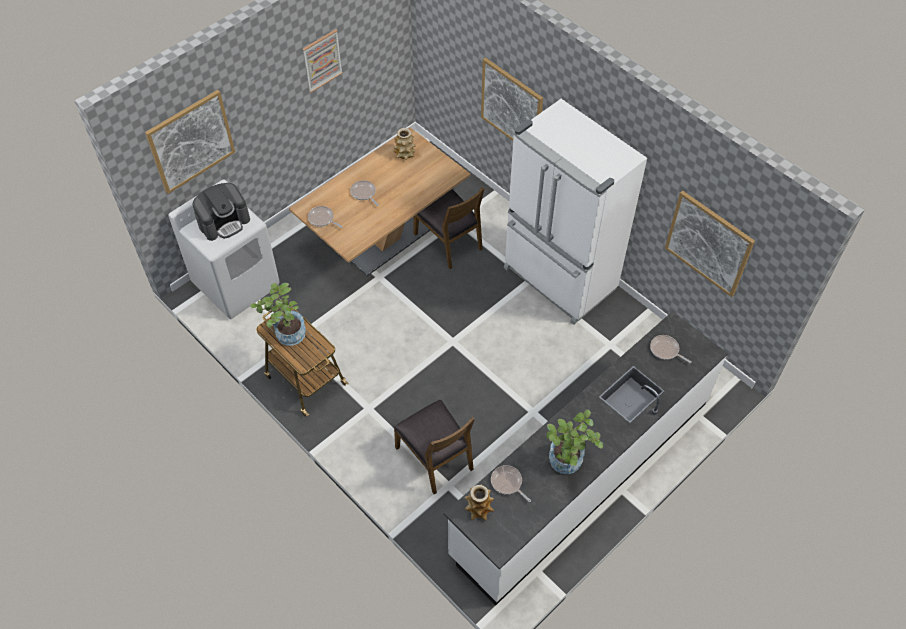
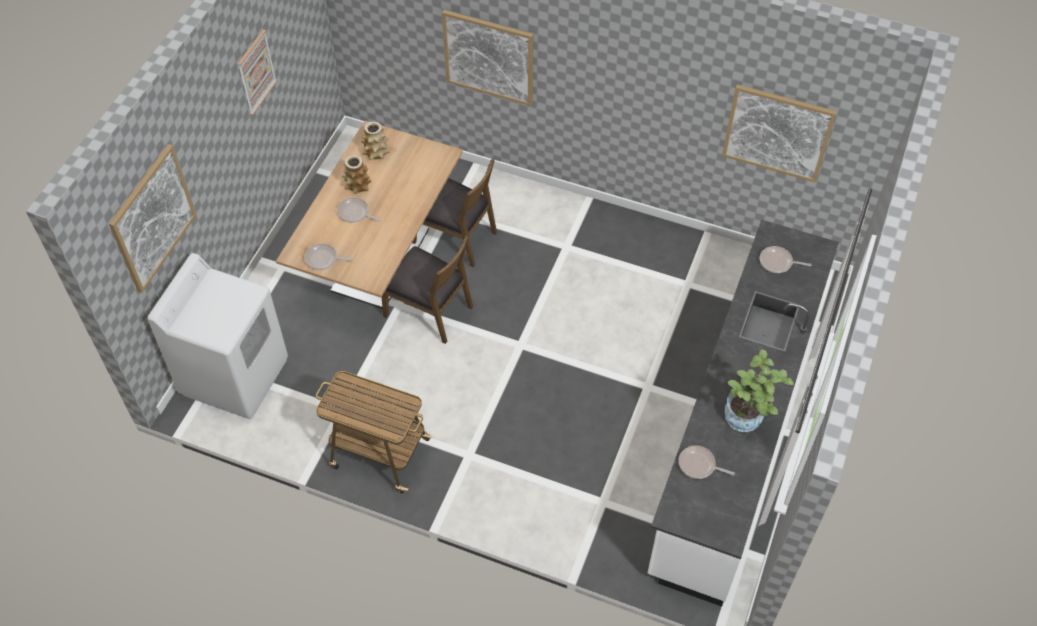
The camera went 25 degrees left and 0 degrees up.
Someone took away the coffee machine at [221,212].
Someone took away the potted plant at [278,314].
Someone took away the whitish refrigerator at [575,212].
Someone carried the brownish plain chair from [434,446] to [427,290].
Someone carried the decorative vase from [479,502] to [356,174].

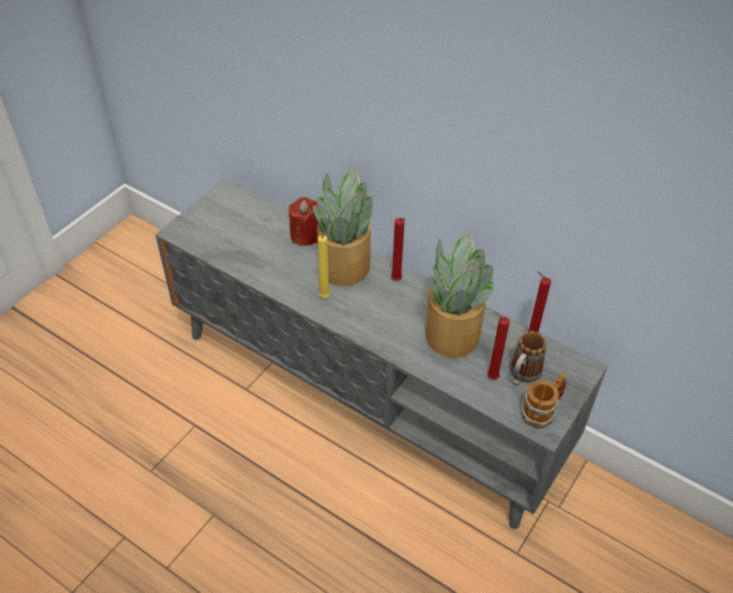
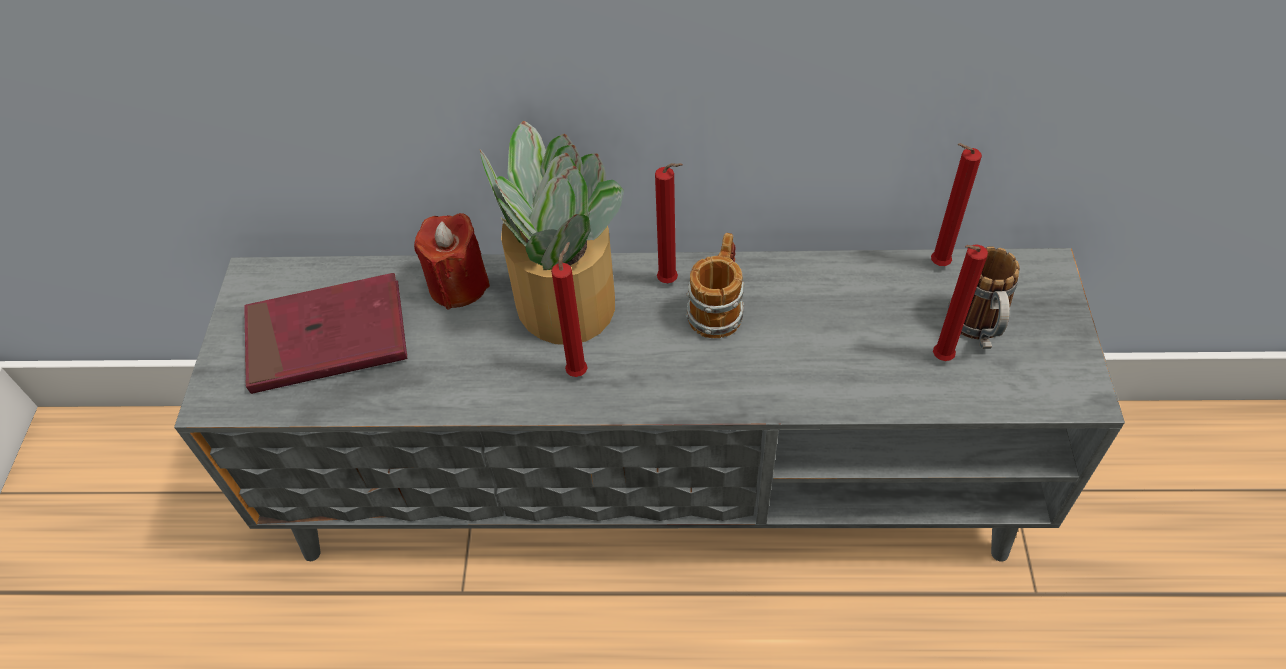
The camera went 30 degrees left and 5 degrees up.
Someone took away the potted plant at [459,296].
Someone put down the red-coloured volume at [325,333].
Someone carried the mug from [543,401] to [715,285].
Someone repainted the yellowish candle at [324,262], which became the red-coloured candle at [569,309].

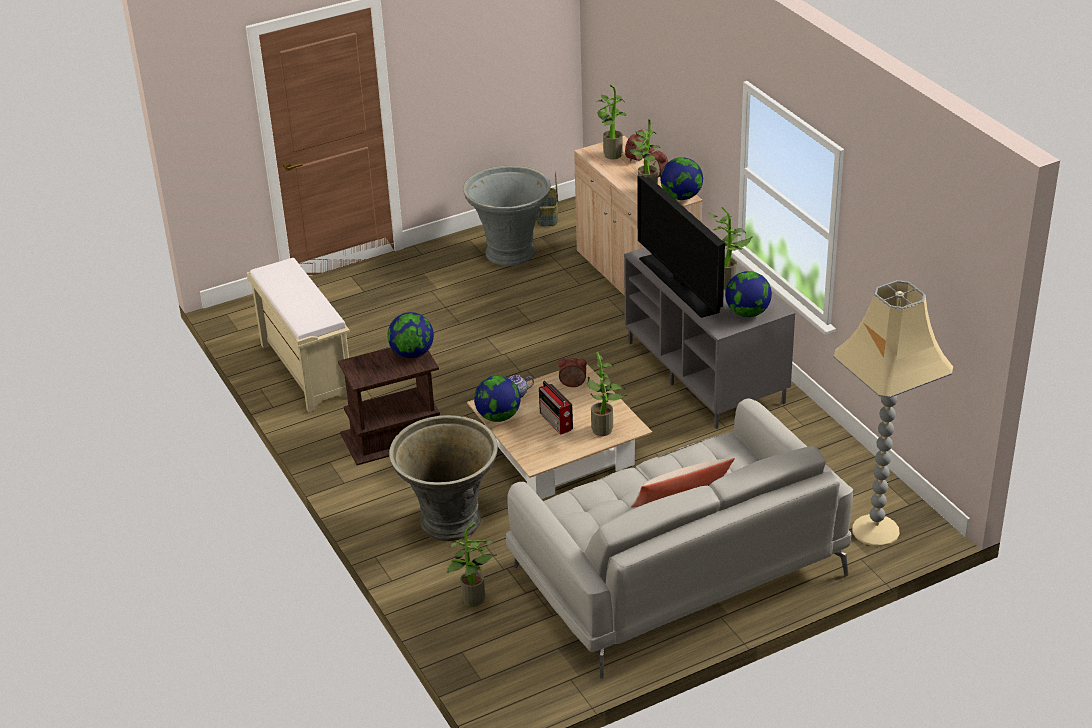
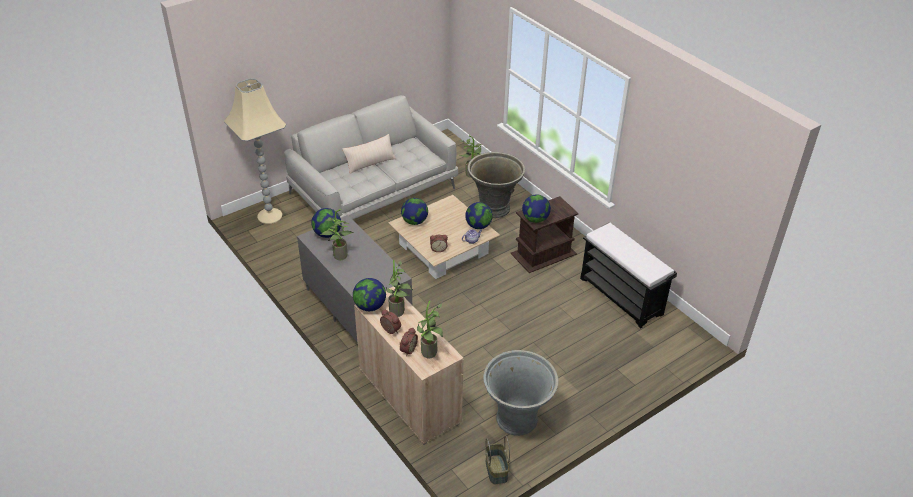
The camera went 170 degrees right and 5 degrees up.
Someone took away the radio at [556,408].
Someone took away the TV at [681,246].
Someone swapped the potted plant at [607,394] for the world globe at [414,211].
Someone repainted the beige-coloured bench at [298,335], which became the black-coloured bench at [628,275].

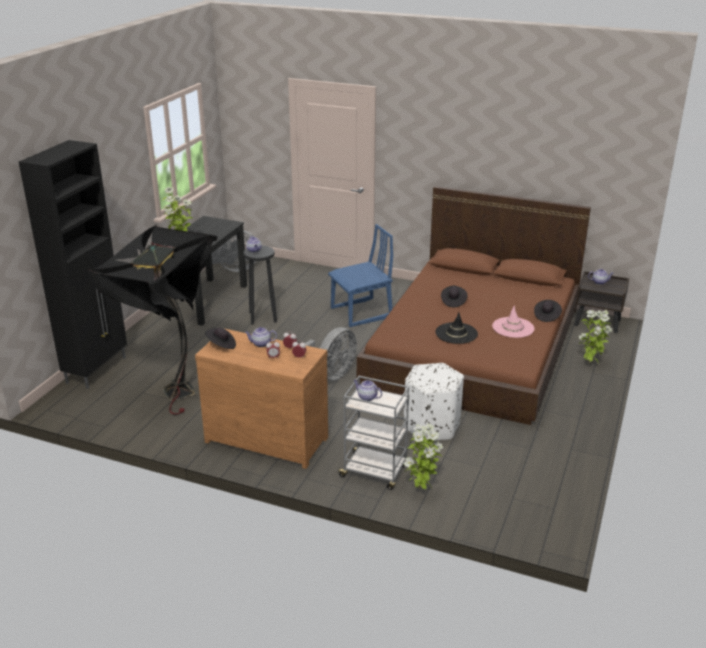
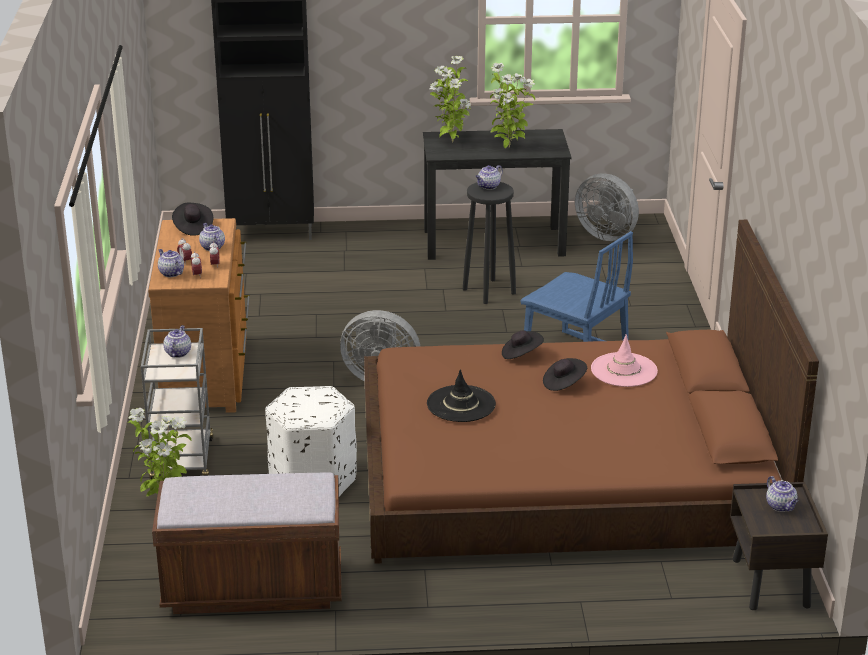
The camera went 65 degrees right and 0 degrees up.
Someone took away the black-coloured standing lamp at [153,319].
Someone put down the brownish bench at [246,543].
Someone put down the pot for tea at [171,263].
Someone carried the pink hat from [513,321] to [624,360].
Someone carried the black-coloured hat from [548,311] to [523,344].
Someone carried the potted plant from [595,336] to [512,105].

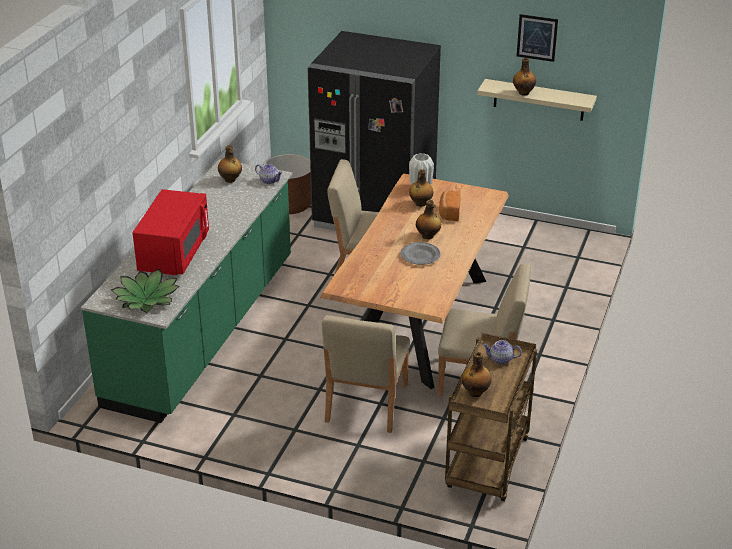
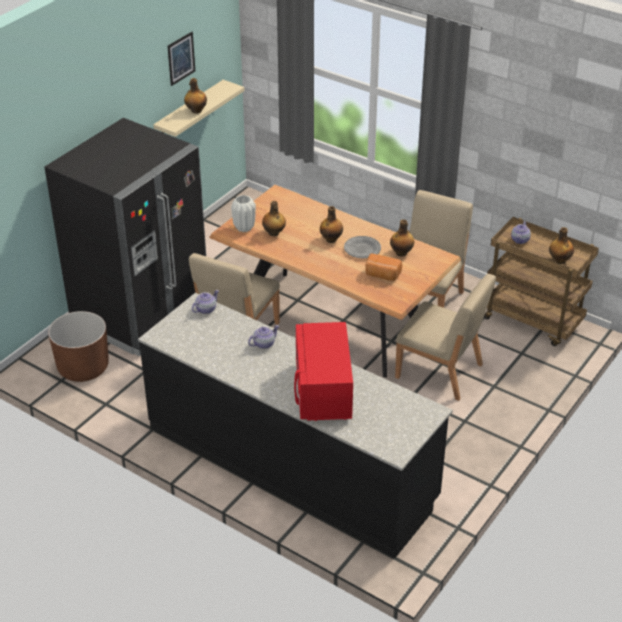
The camera went 75 degrees left and 5 degrees up.
Someone took away the potted plant at [145,291].
Someone put down the pot for tea at [263,337].
Someone carried the bottle from [230,164] to [402,238].
Someone carried the baked bread from [450,205] to [383,267].
Someone repainted the green-coloured counter at [186,291], which became the black-coloured counter at [295,425].
Someone rotated the red-coloured microwave at [171,232] by 120 degrees counterclockwise.

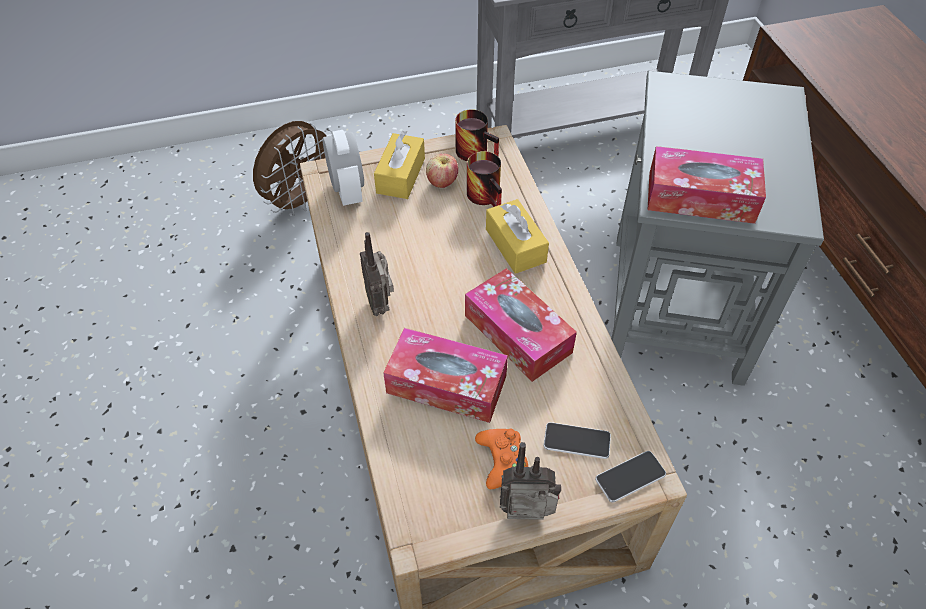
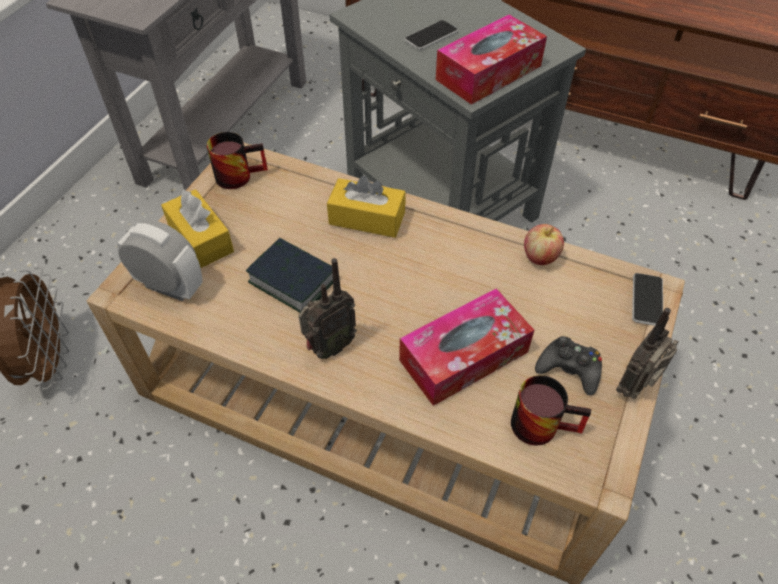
The camera went 50 degrees left and 0 degrees up.
Someone took away the tissue holder at [521,325].
Someone put down the volume at [289,275].
Someone carried the whole apple from [442,171] to [544,244].
Someone carried the mug from [484,179] to [551,410].
Someone carried the phone from [577,440] to [431,35].
Someone repainted the orangey joypad at [501,459], which became the black-coloured joypad at [568,365].
Someone rotated the radio at [377,274] by 60 degrees counterclockwise.

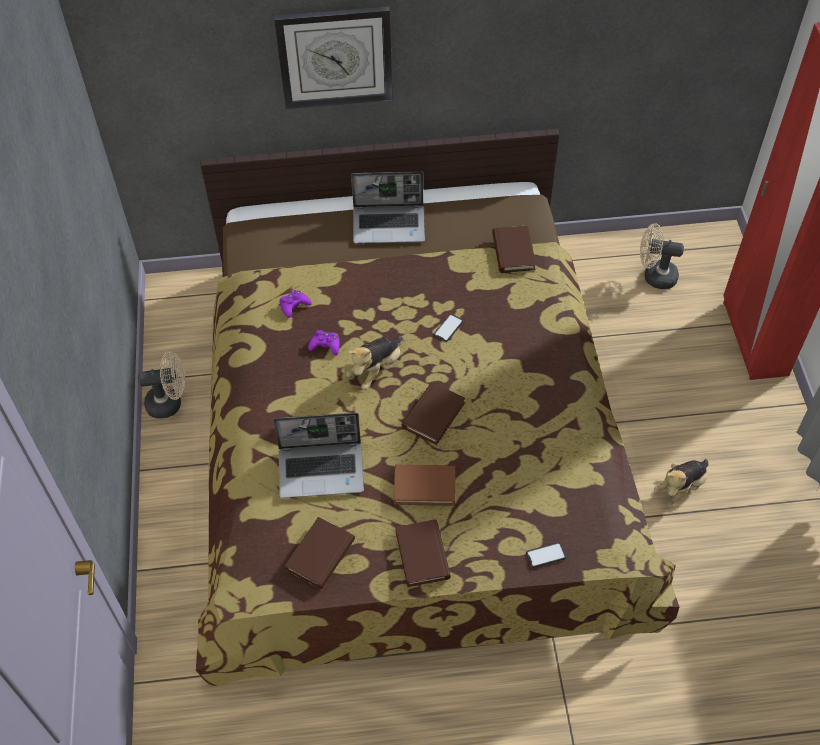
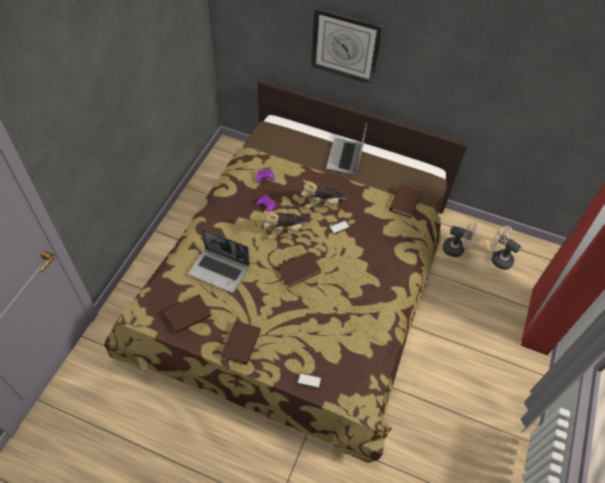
The camera went 25 degrees right and 0 degrees up.
Someone took away the brownish volume at [424,485].
Someone carried the beige-coloured electric fan from [161,385] to [461,239].
Someone carried the cuddly toy from [681,483] to [325,194].
Someone rotated the notebook computer at [388,207] by 75 degrees clockwise.

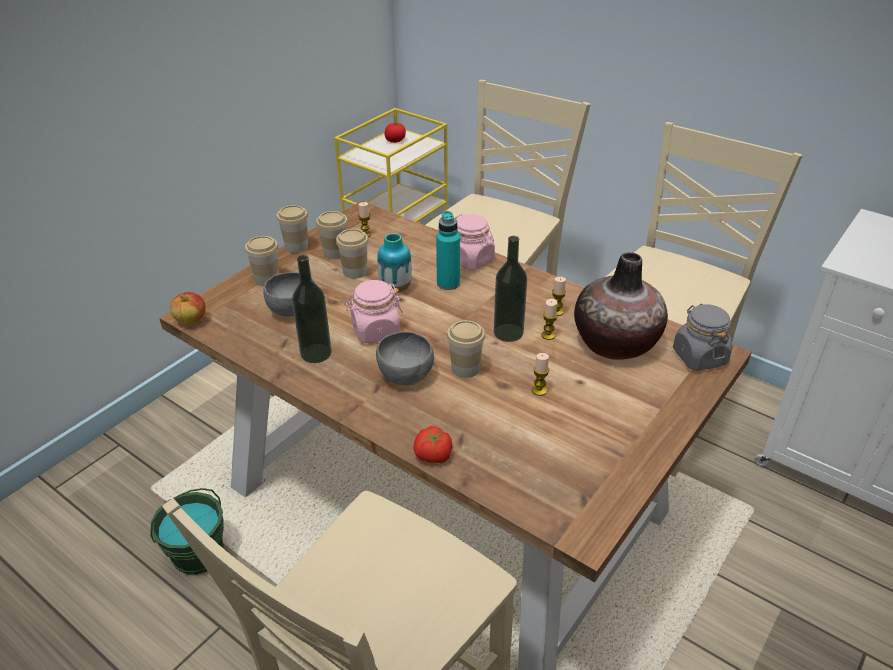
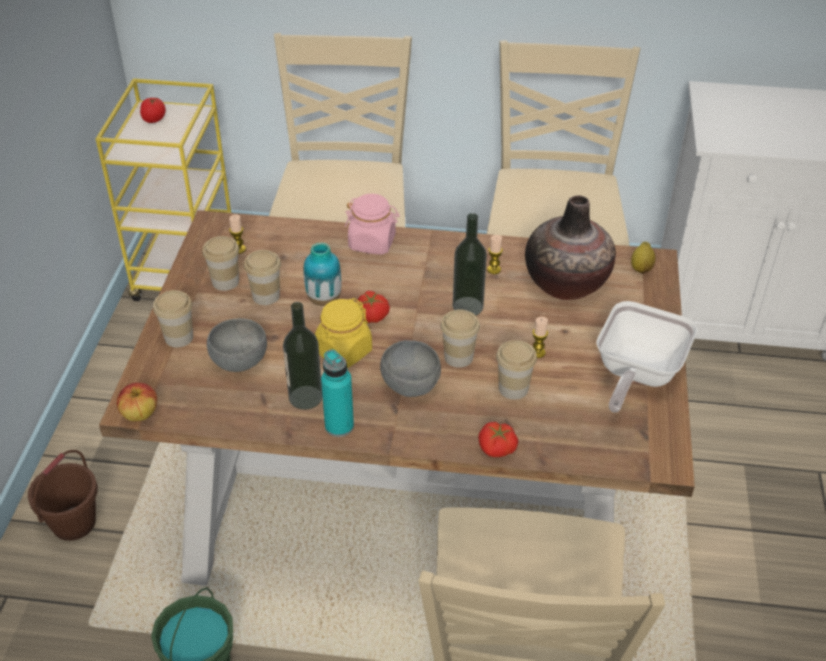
The camera went 30 degrees left and 5 degrees up.
Someone took away the candle at [549,319].
Someone put down the brownish pail at [63,495].
Someone put down the fresh tomato at [374,307].
Someone put down the frying pan at [646,357].
Someone carried the drinking cup from [292,229] to [516,370].
Someone carried the turquoise-coloured bottle from [448,250] to [337,393].
Someone swapped the grey preserve jar at [702,337] for the citrus fruit at [643,258].
Someone repainted the pink preserve jar at [373,311], which became the yellowish preserve jar at [343,333].

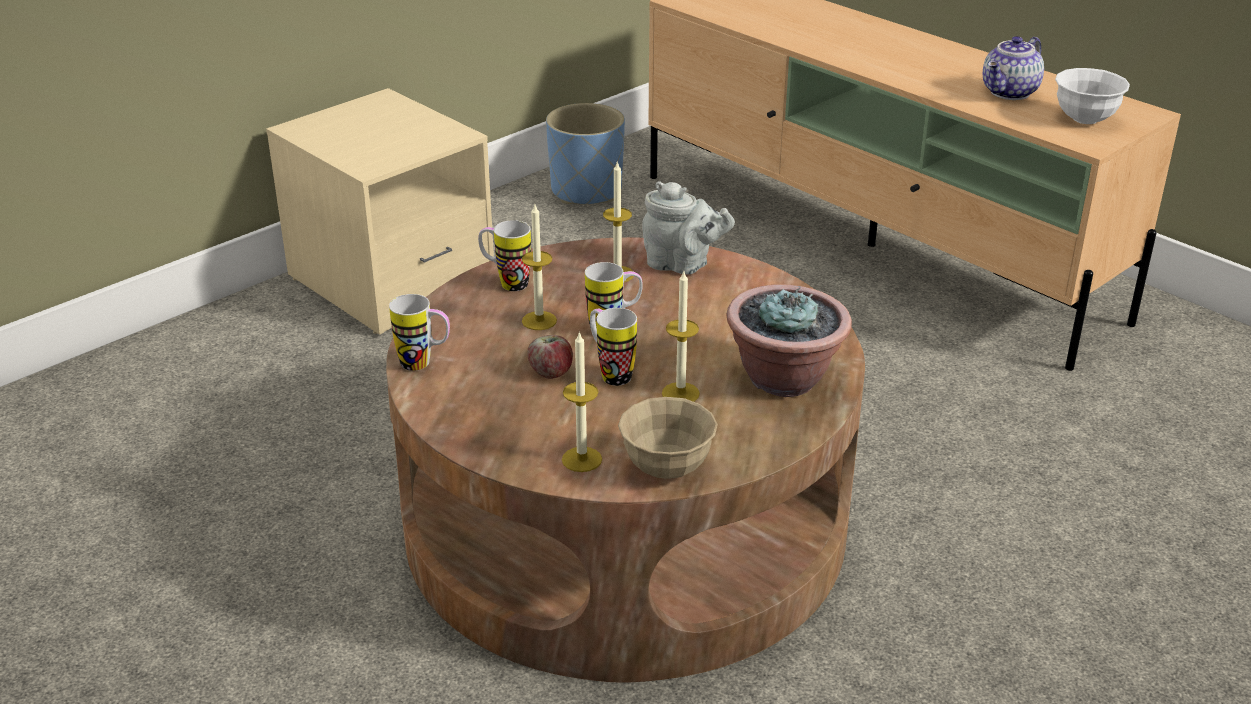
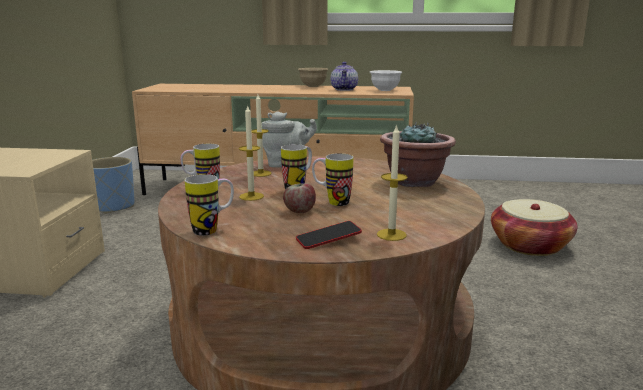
The camera went 40 degrees left and 15 degrees down.
Someone took away the candle at [681,336].
Someone put down the phone at [329,235].
Someone put down the basket at [534,227].
Someone carried the beige-coloured serving bowl from [668,438] to [313,77].

